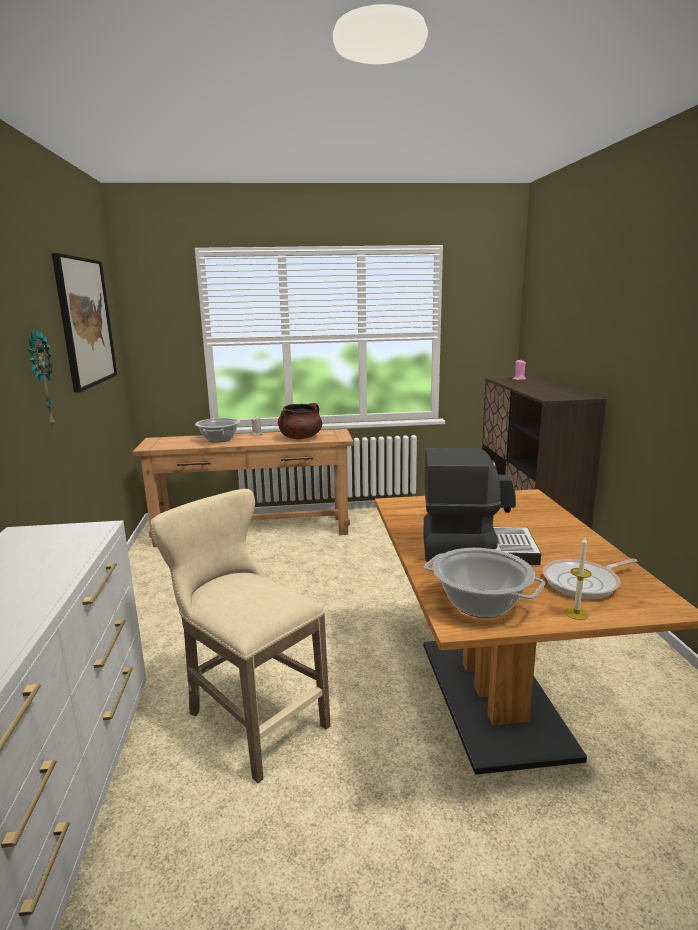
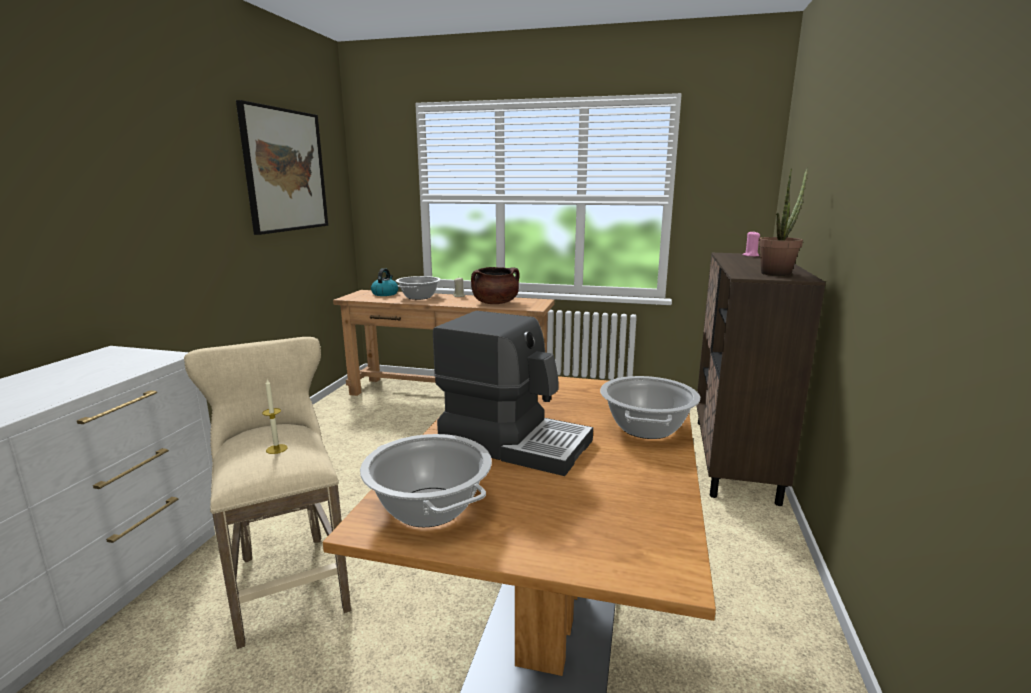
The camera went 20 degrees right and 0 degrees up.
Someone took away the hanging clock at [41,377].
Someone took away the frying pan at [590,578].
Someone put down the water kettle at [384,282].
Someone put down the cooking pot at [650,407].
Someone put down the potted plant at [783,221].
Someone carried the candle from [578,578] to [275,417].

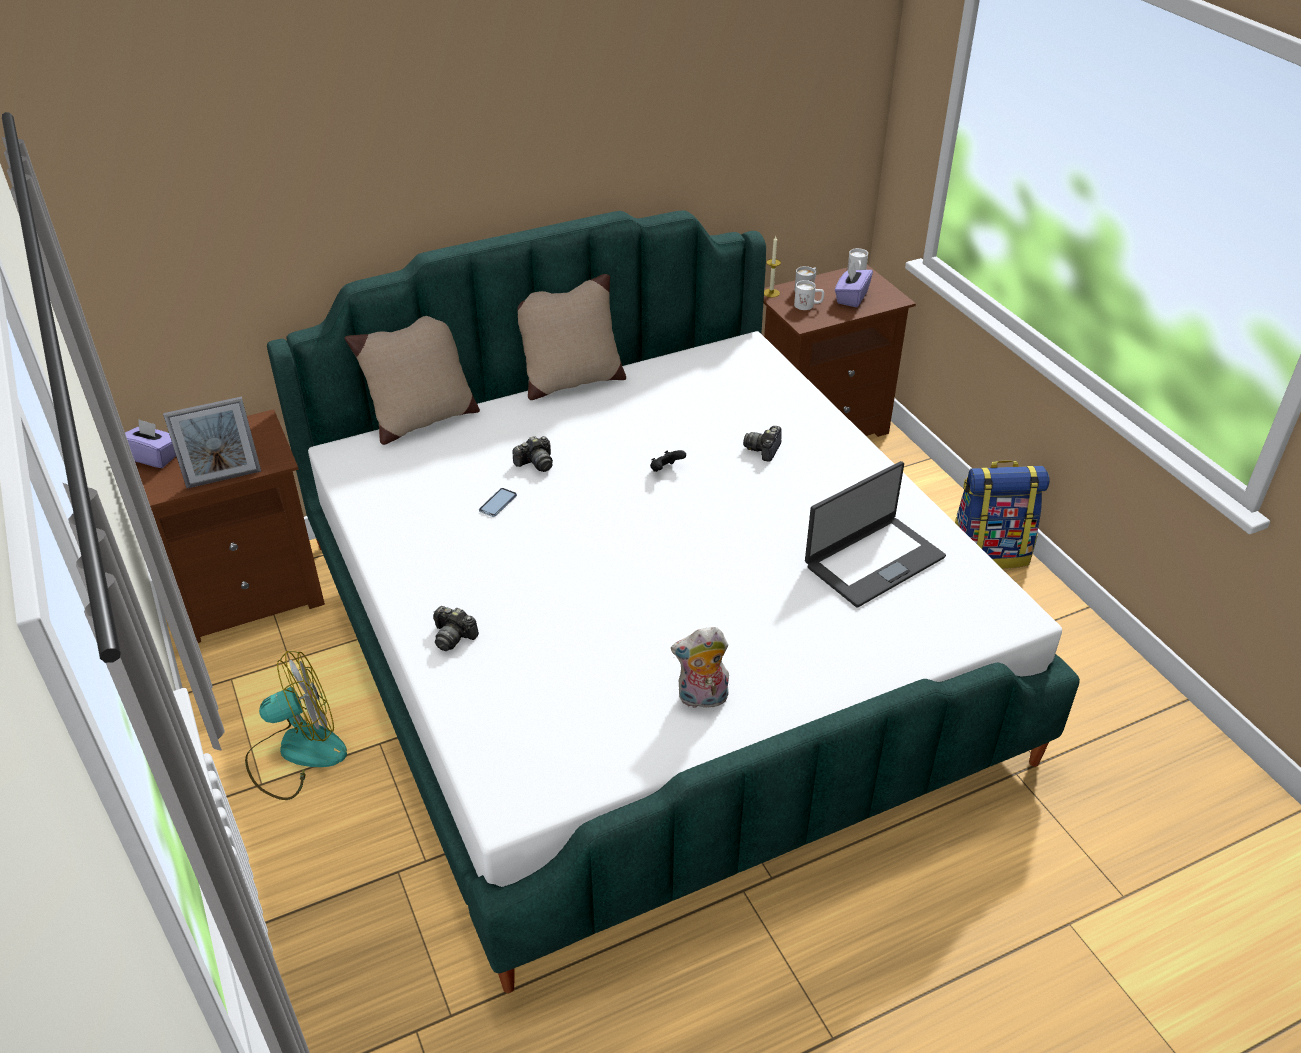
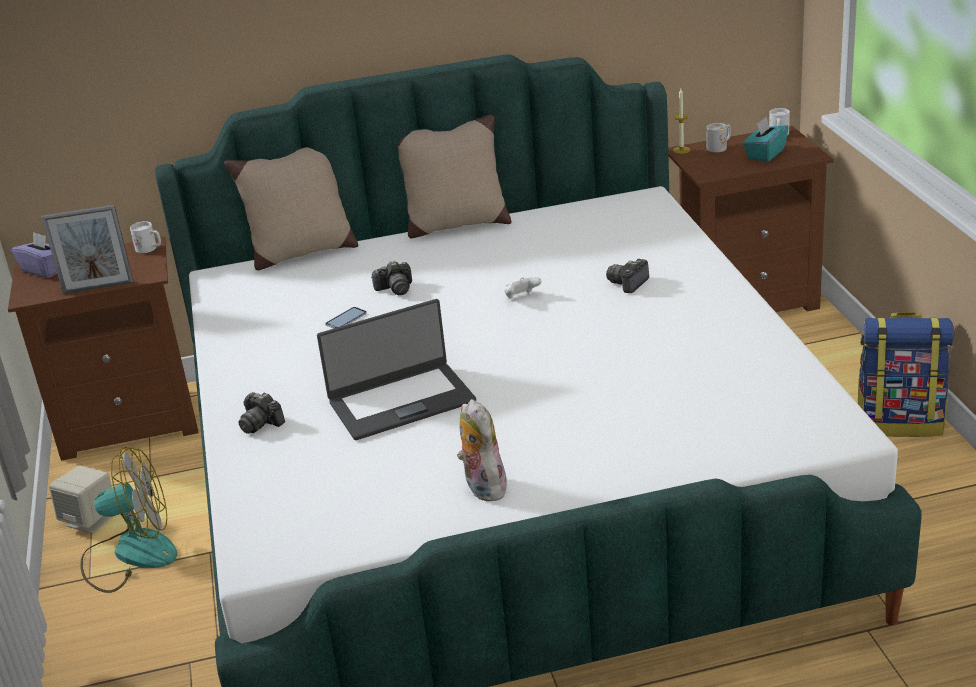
The camera went 15 degrees right and 10 degrees down.
Someone put down the beige-coloured loudspeaker at [80,499].
Someone carried the whitish mug from [809,295] to [145,237].
Someone carried the notebook computer from [875,534] to [396,369].
Someone repainted the black-coloured joypad at [668,461], which became the whitish joypad at [523,288].
Someone repainted the purple-coloured tissue holder at [854,285], which became the turquoise-coloured tissue holder at [765,139].
Someone rotated the cuddly toy at [700,669] by 60 degrees clockwise.

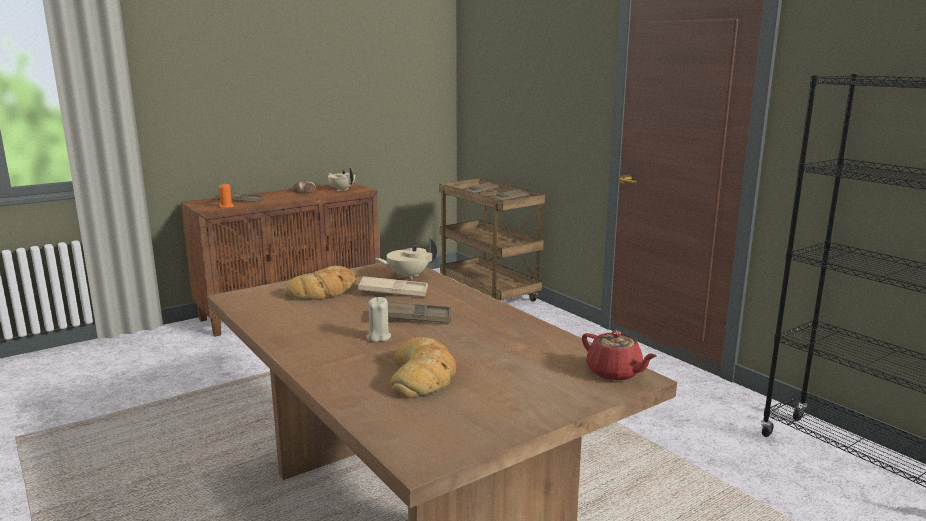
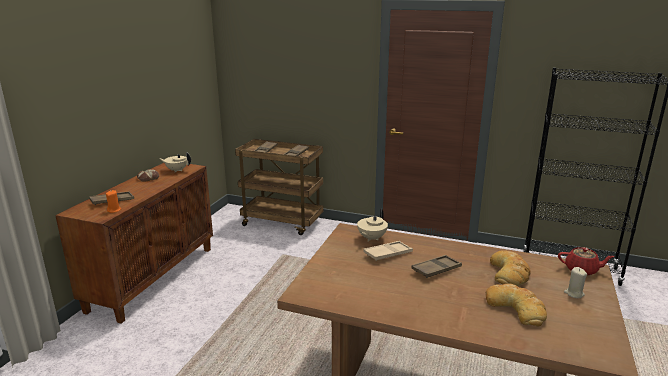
The camera went 35 degrees left and 5 degrees up.
Someone carried the baked bread from [320,283] to [510,268].
Someone carried the beige-coloured candle from [378,319] to [575,282].

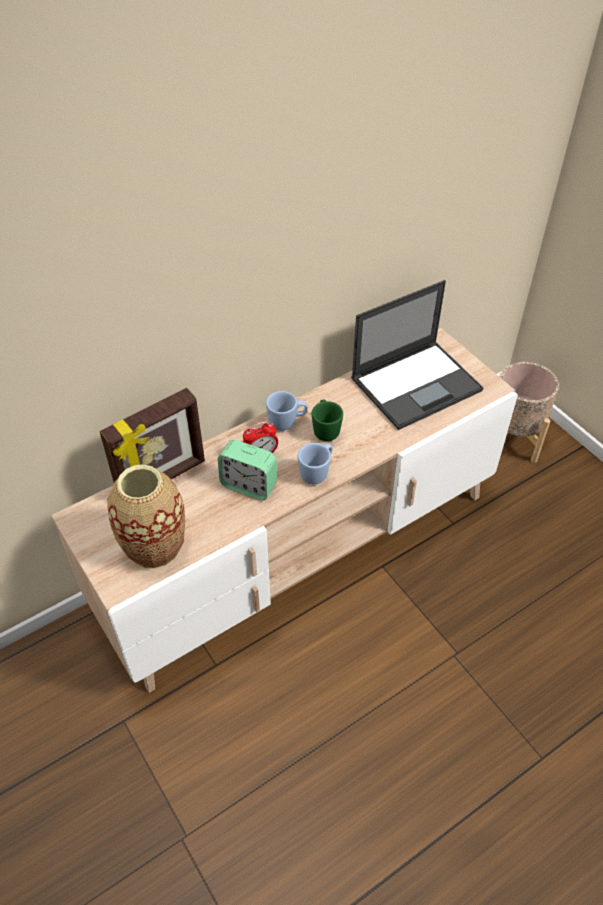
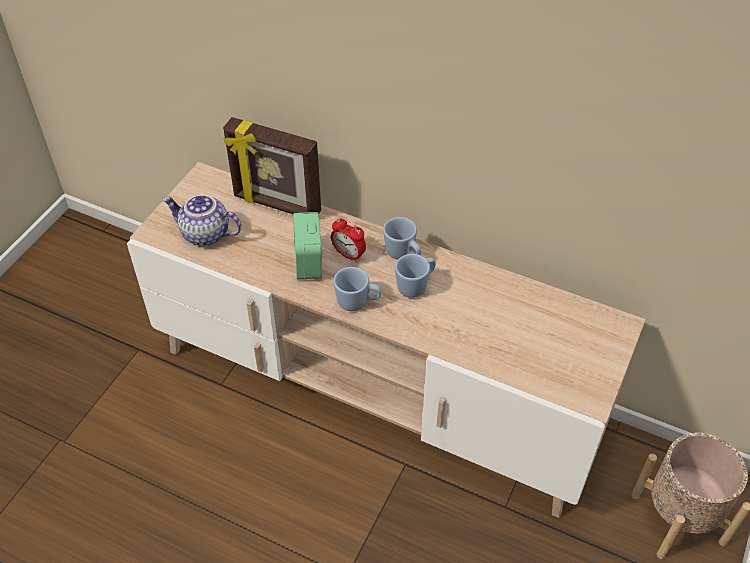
The camera went 60 degrees right and 0 degrees up.
Someone took away the notebook computer at [417,355].
Someone swapped the decorative vase at [146,516] for the pot for tea at [201,220].
Someone repainted the green-coloured mug at [327,420], which became the bluish mug at [415,276].

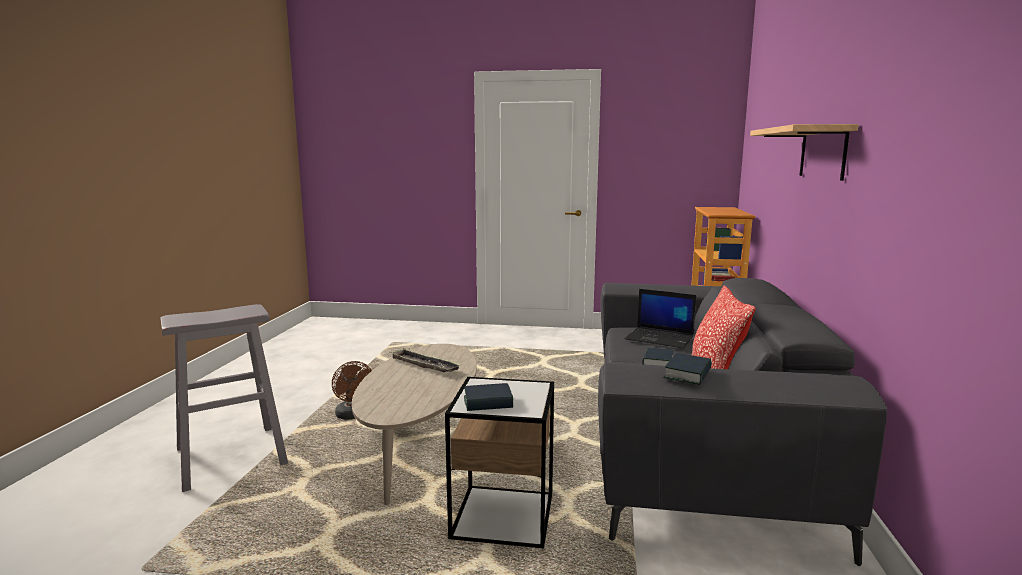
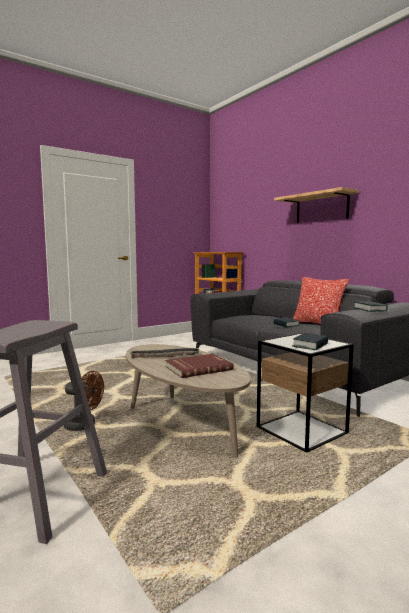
The camera went 45 degrees left and 5 degrees down.
Someone took away the notebook computer at [660,318].
Someone put down the red-coloured volume at [199,366].

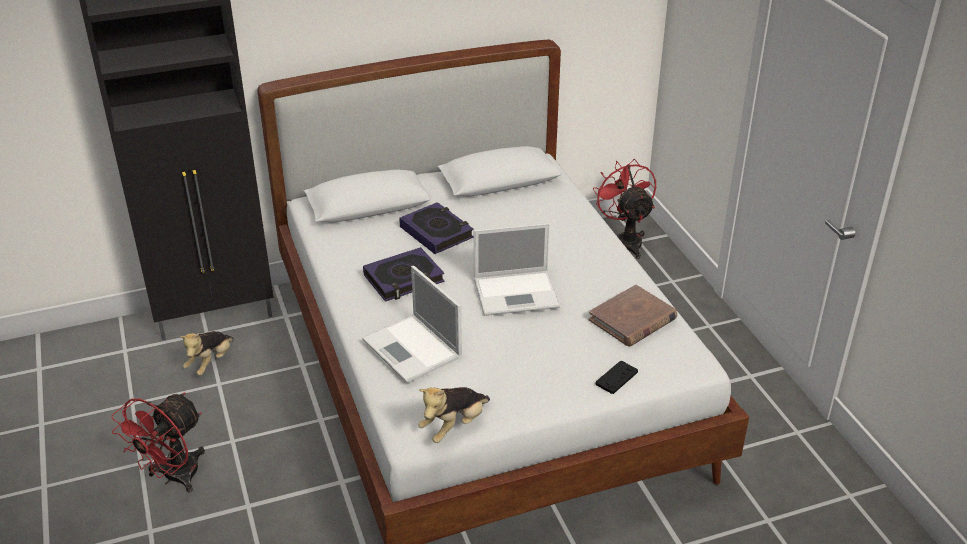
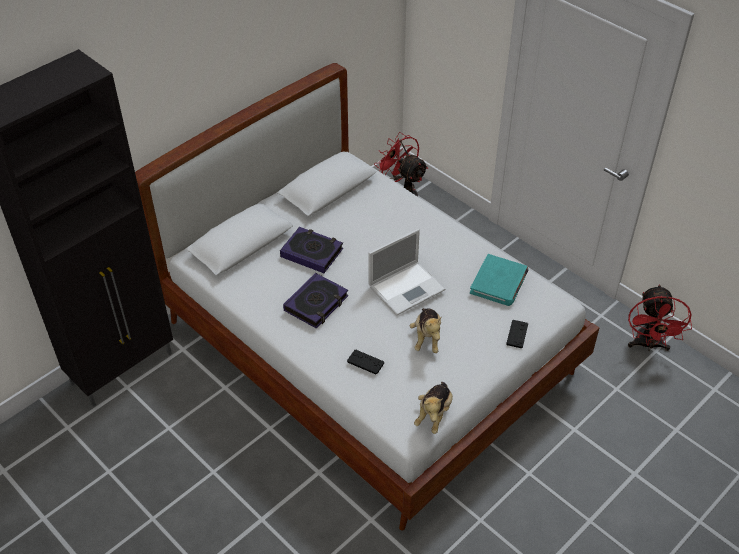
The camera went 25 degrees left and 10 degrees up.
Someone carried the red-coloured electric fan from [158,442] to [660,317].
Someone carried the cuddly toy from [207,353] to [426,330].
Someone swapped the notebook computer at [412,324] for the black-coloured joypad at [365,362].
Someone repainted the brownish volume at [633,315], which became the turquoise-coloured volume at [499,280].

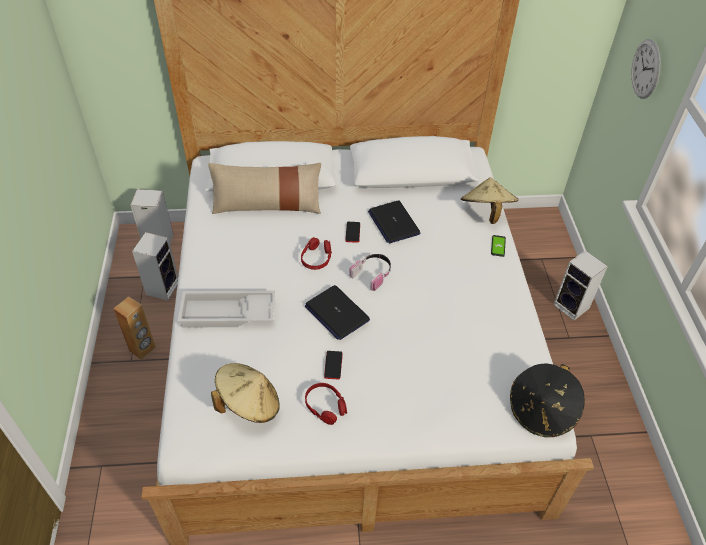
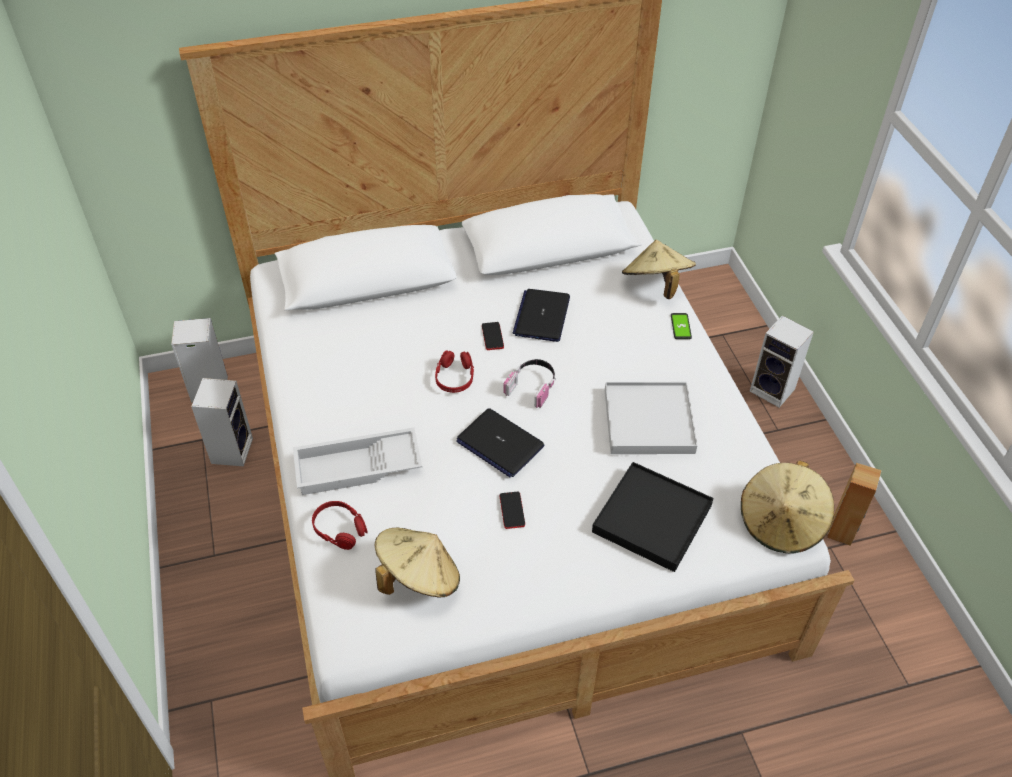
The camera went 10 degrees left and 0 degrees up.
Someone took away the beige-coloured throw pillow at [264,188].
Someone took away the hanging clock at [645,69].
Someone put down the black-coloured tray at [653,517].
Someone put down the whitish tray at [651,418].
Someone carried the brownish loudspeaker from [134,328] to [854,504].
Someone carried the red-coloured headphones from [326,404] to [340,525].
Someone repainted the black-coloured hat at [547,400], which became the beige-coloured hat at [787,507].
Someone rotated the notebook computer at [394,222] by 45 degrees clockwise.

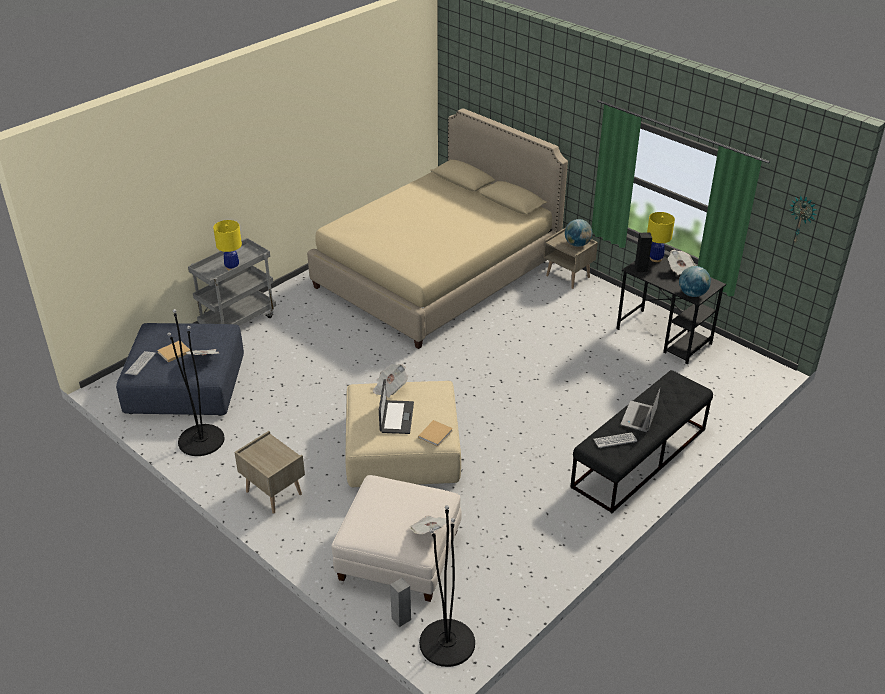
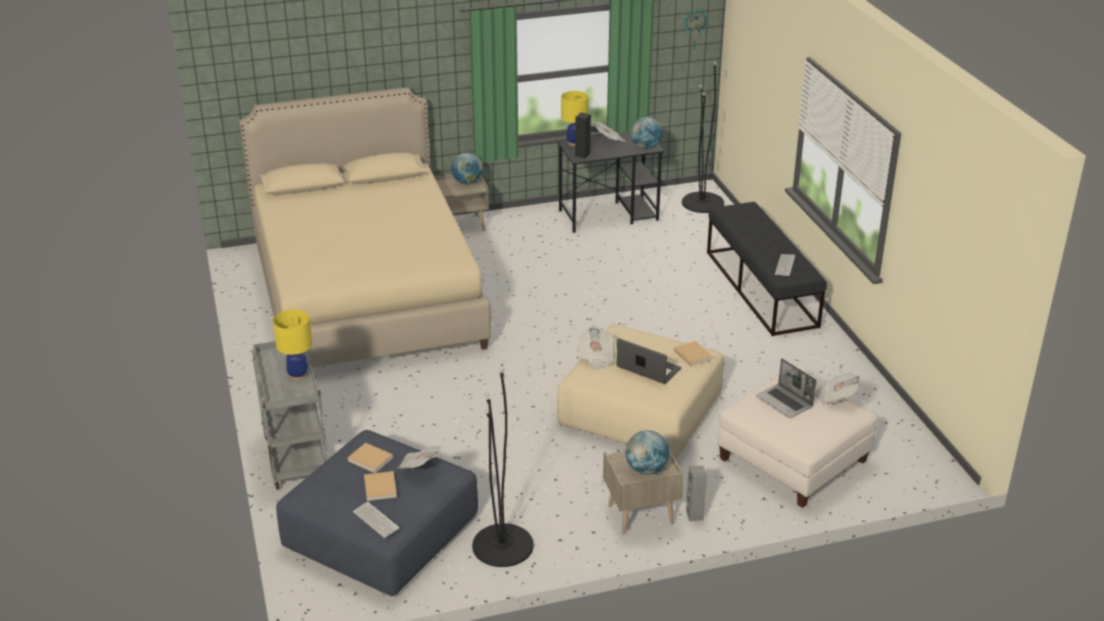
The camera went 60 degrees left and 5 degrees down.
Someone put down the beige-coloured volume at [370,458].
Someone put down the world globe at [647,452].
Someone carried the grey loudspeaker from [400,602] to [696,493].
Someone carried the black-coloured standing lamp from [447,586] to [703,137].
Someone carried the notebook computer from [640,410] to [786,388].

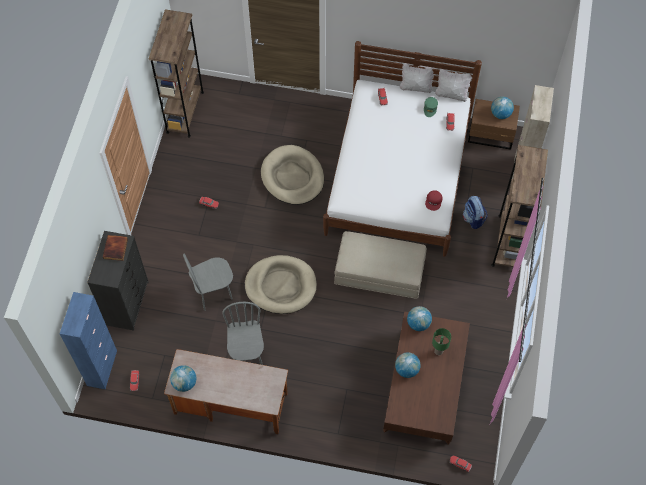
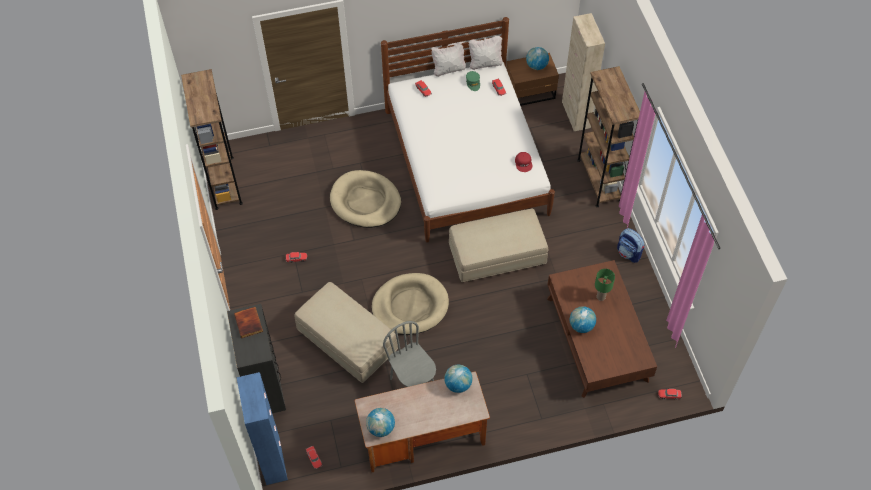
The camera went 25 degrees left and 5 degrees down.
Someone carried the world globe from [419,318] to [458,379].
Someone carried the backpack from [475,212] to [630,245].
Someone swapped the grey plain chair at [208,282] for the beige-coloured pouffe at [346,332].

